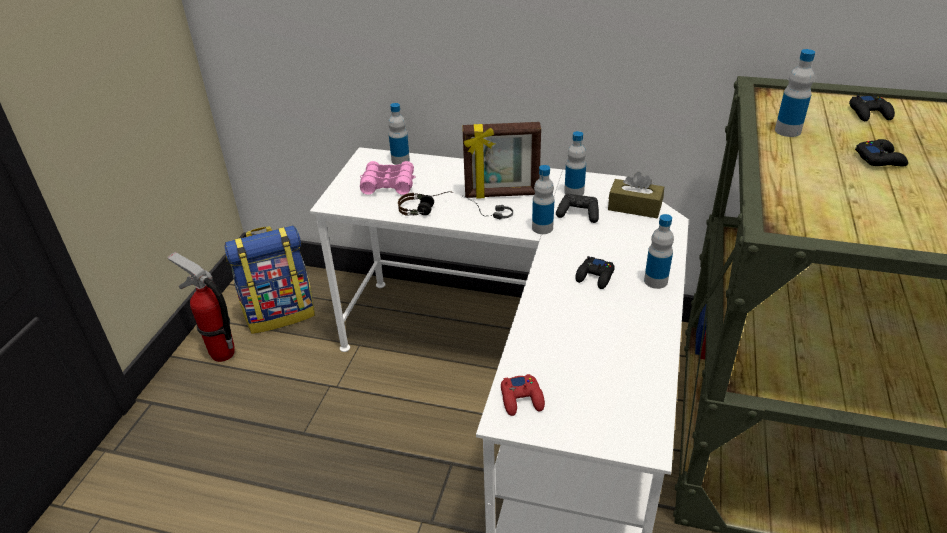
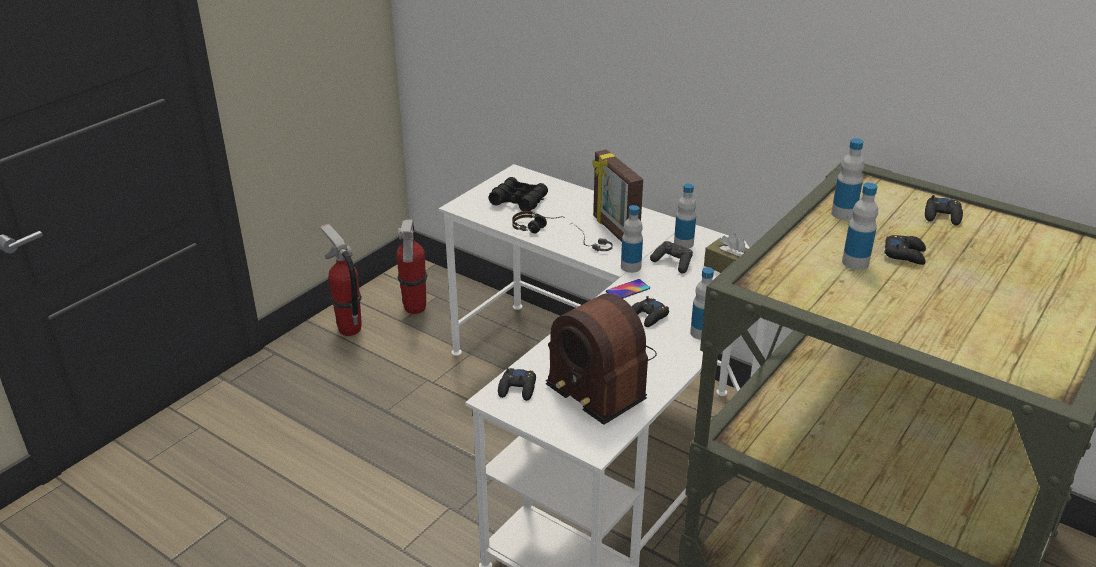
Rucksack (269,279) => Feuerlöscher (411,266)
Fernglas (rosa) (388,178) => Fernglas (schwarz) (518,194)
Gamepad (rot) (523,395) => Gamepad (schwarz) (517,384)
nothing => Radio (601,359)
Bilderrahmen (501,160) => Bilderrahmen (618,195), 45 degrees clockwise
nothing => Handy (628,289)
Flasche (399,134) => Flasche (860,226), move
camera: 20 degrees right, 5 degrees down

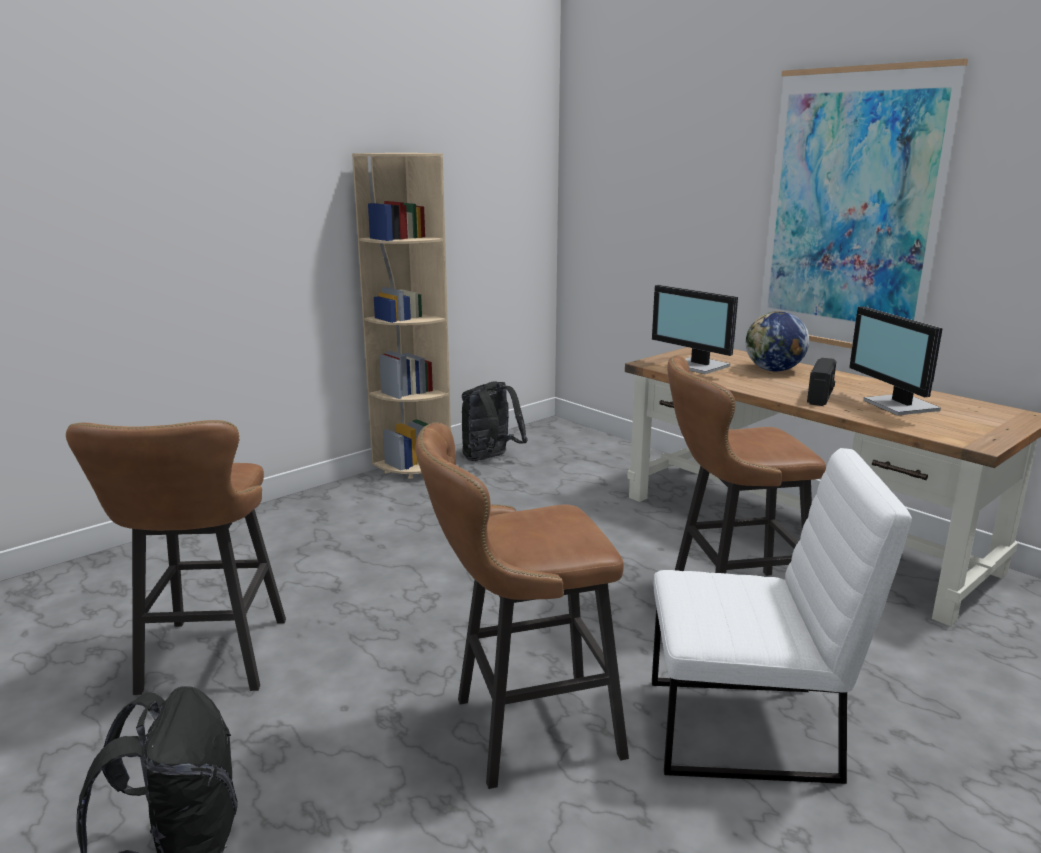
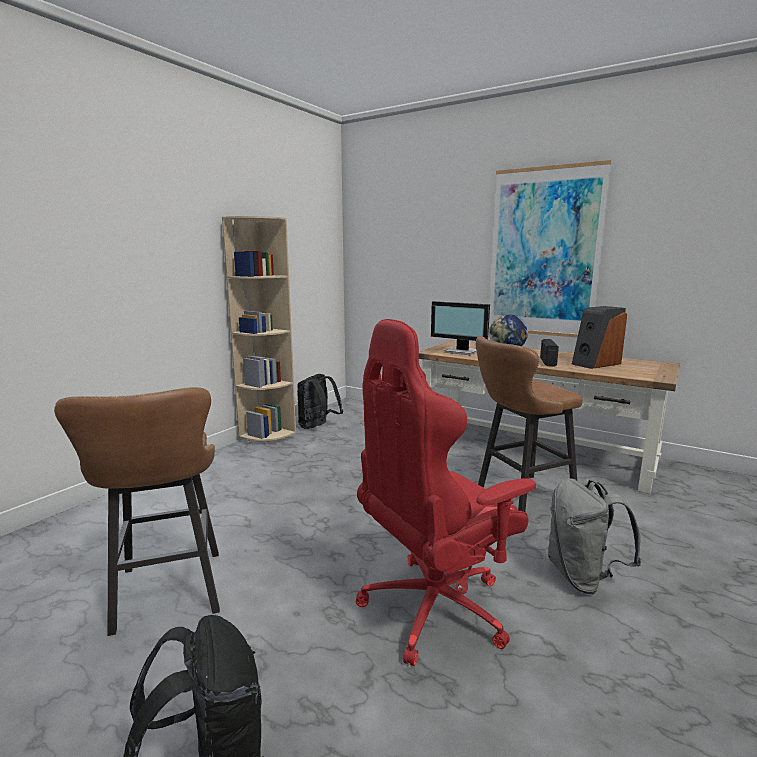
Hocker (braun) (522,605) => Bürostuhl (rot) (446,492)
Stuhl (weiß) (782,616) => Rucksack (grau) (594,536)
Monitor (896,361) => Lautsprecher (599,337)
camera: 15 degrees left, 5 degrees down

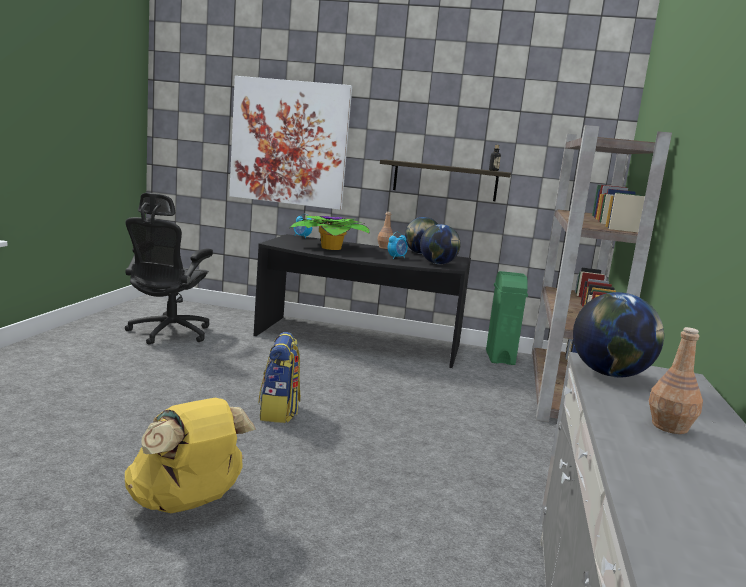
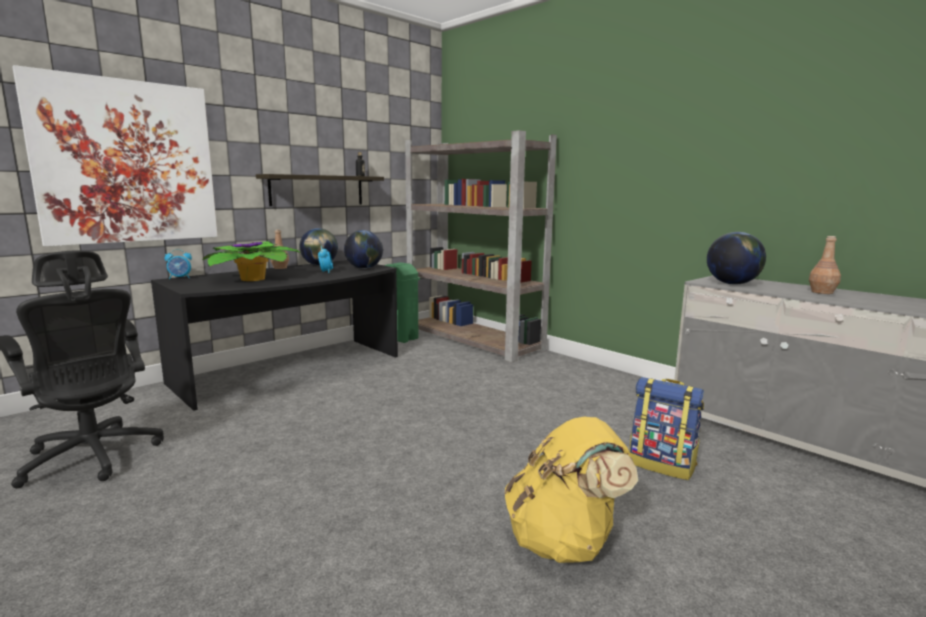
Rucksack (280,377) => Rucksack (666,428), move
camera: 55 degrees left, 0 degrees up

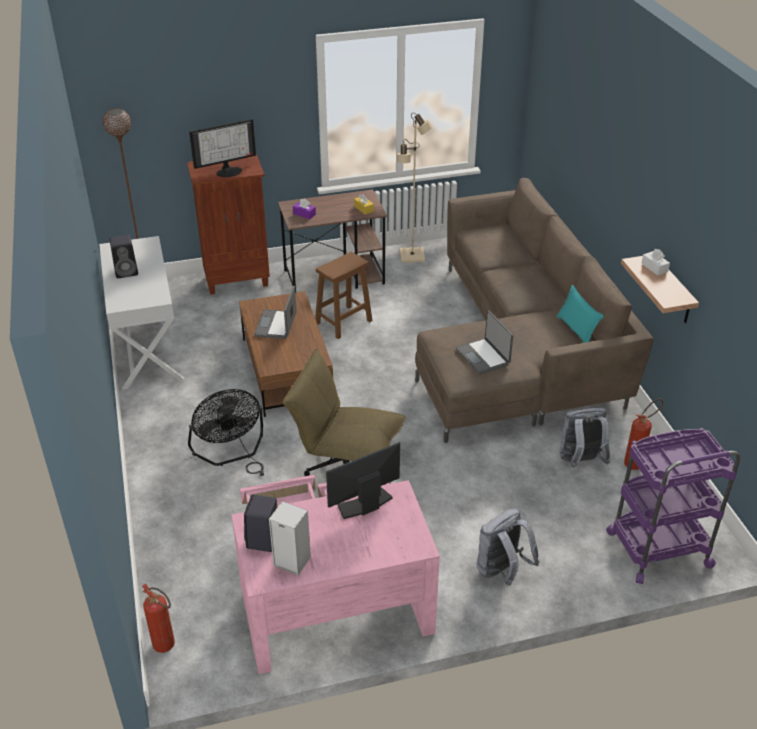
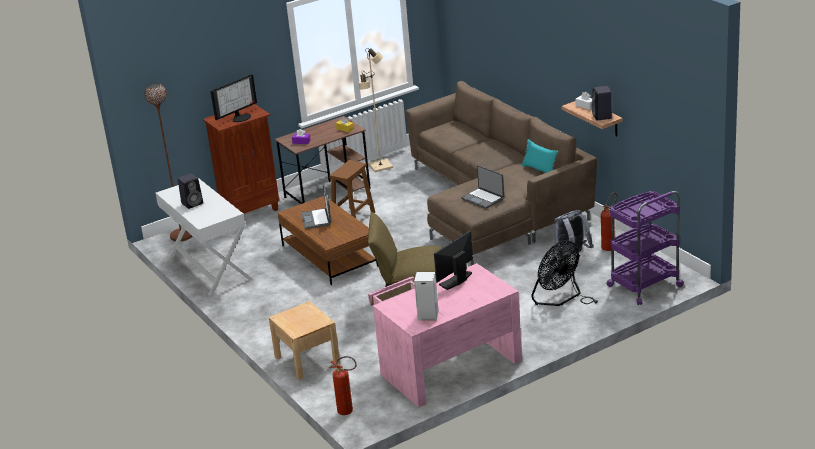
nothing => Nachttisch (beige) (304,340)
Ventilator (schwarz) (226,432) => Ventilator (schwarz) (564,273), move
Lautsprecher (schwarz) (260,523) => Lautsprecher (schwarz) (602,103), move
Rucksack (grau) (508,547) => nothing
camera: 15 degrees left, 10 degrees down

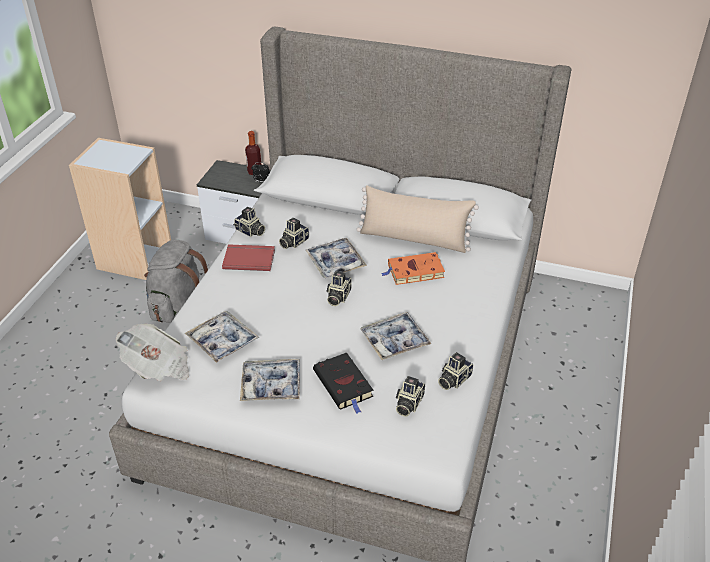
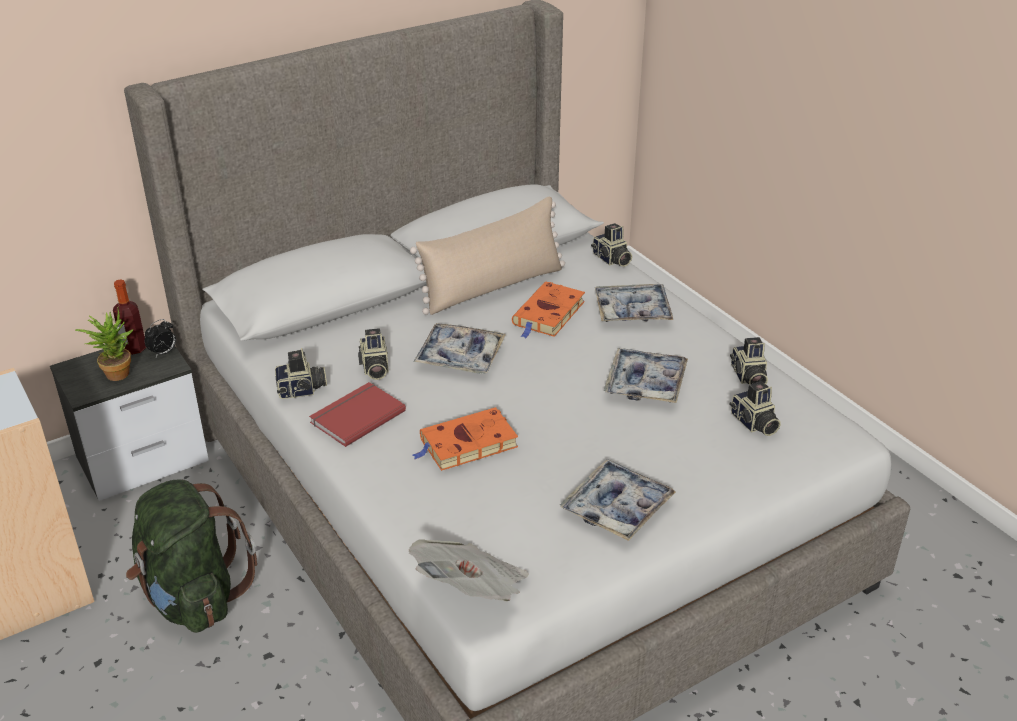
nothing => Topfpflanze (104,344)
Rucksack (grau) (176,281) => Rucksack (grün) (191,556)
nothing => Buch (orange) (465,439)
Kamera (339,288) => Kamera (611,245), move
Tablett (222,337) => Tablett (634,303), move
Buch (schwarz) (343,383) => nothing
camera: 50 degrees left, 5 degrees down

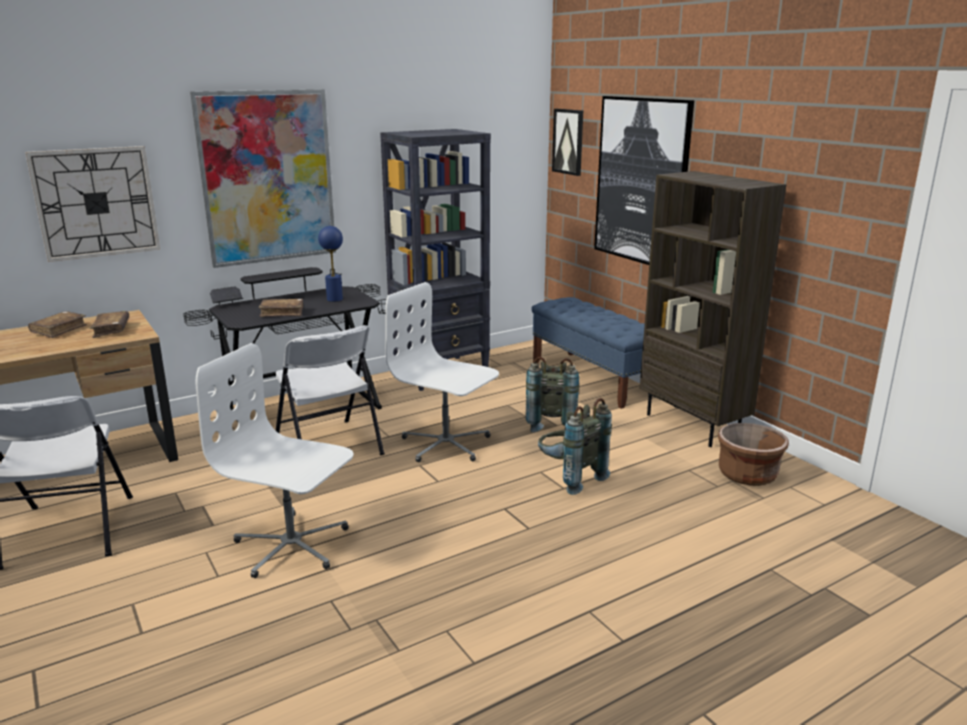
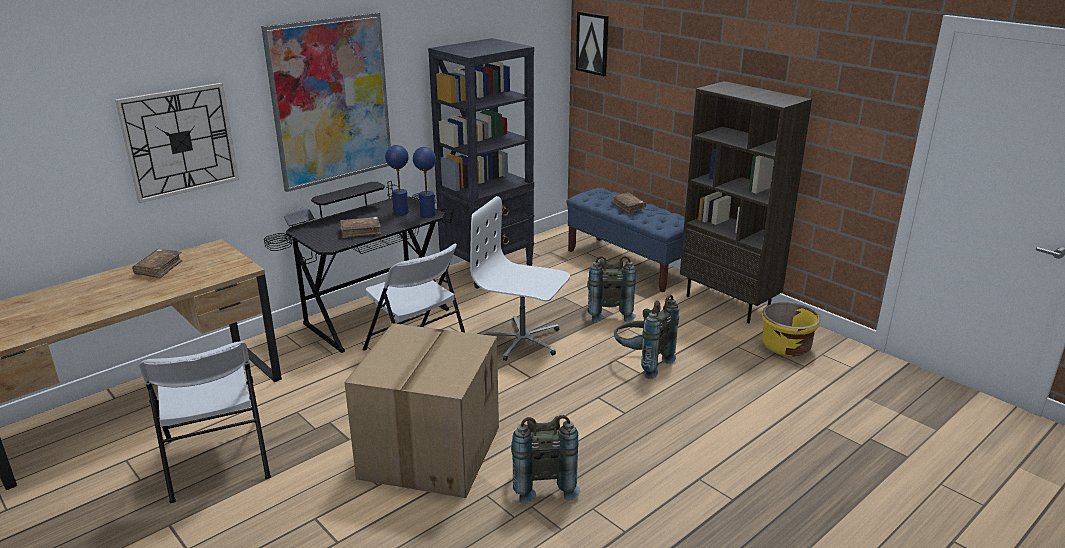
Bürostuhl (weiß) (274,460) => Karton (421,410)
nothing => Tischlampe (blau) (424,182)
nothing => Rucksack (grau) (545,459)
Buch (braun) (109,324) => Buch (braun) (629,203), move
Pflanzkübel (braun) (753,454) => Pflanzkübel (gelb) (791,329)
Bild (644,180) => nothing
camera: 10 degrees left, 5 degrees up

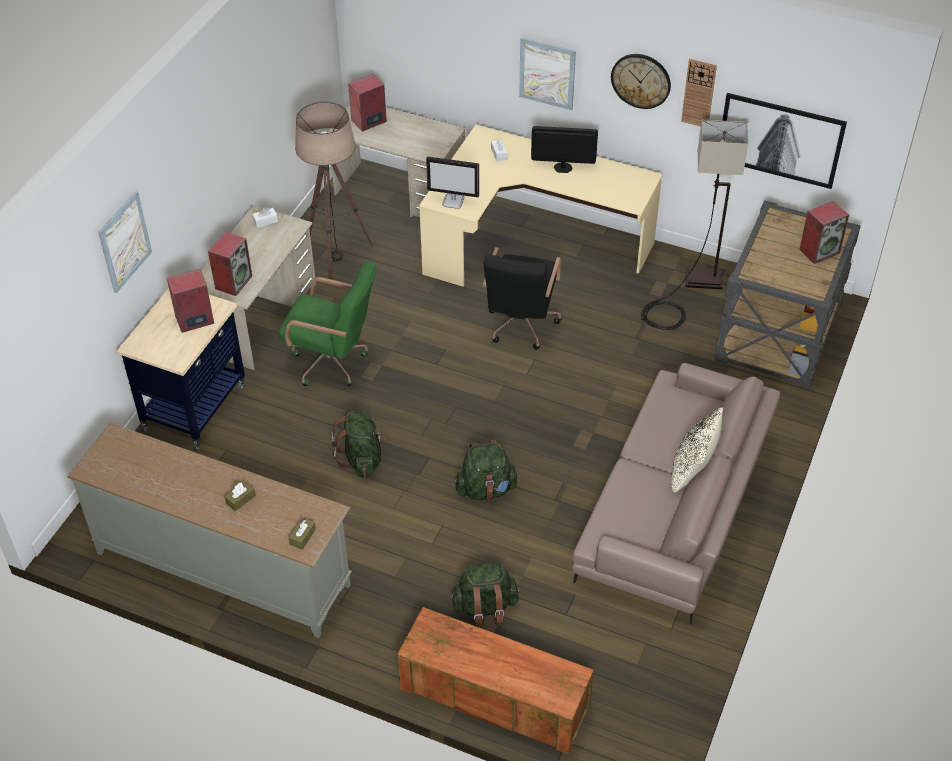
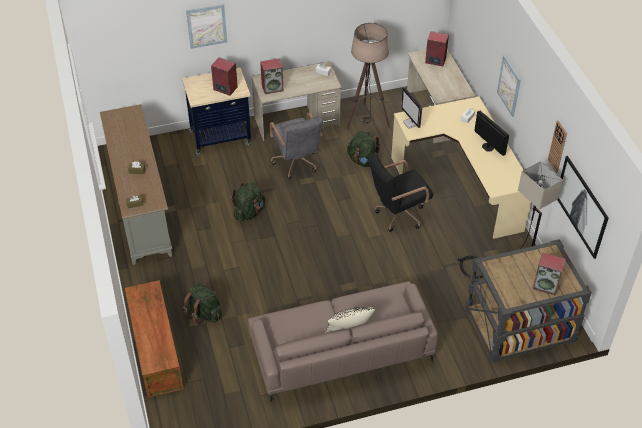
Bürostuhl (grün) (327,323) => Bürostuhl (grau) (296,145)
Rucksack (grün) (487,469) => Rucksack (grün) (363,149), move
Wanduhr (641,81) => nothing
camera: 50 degrees right, 0 degrees up

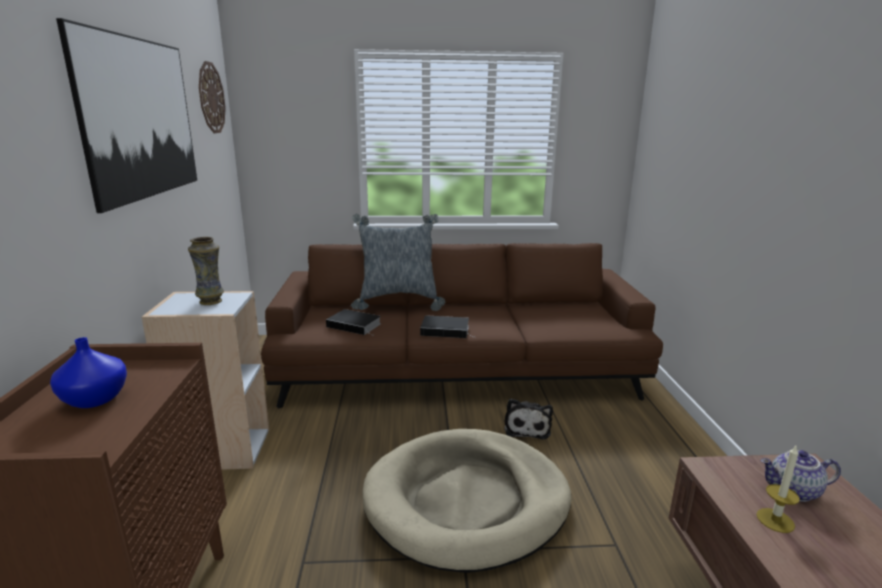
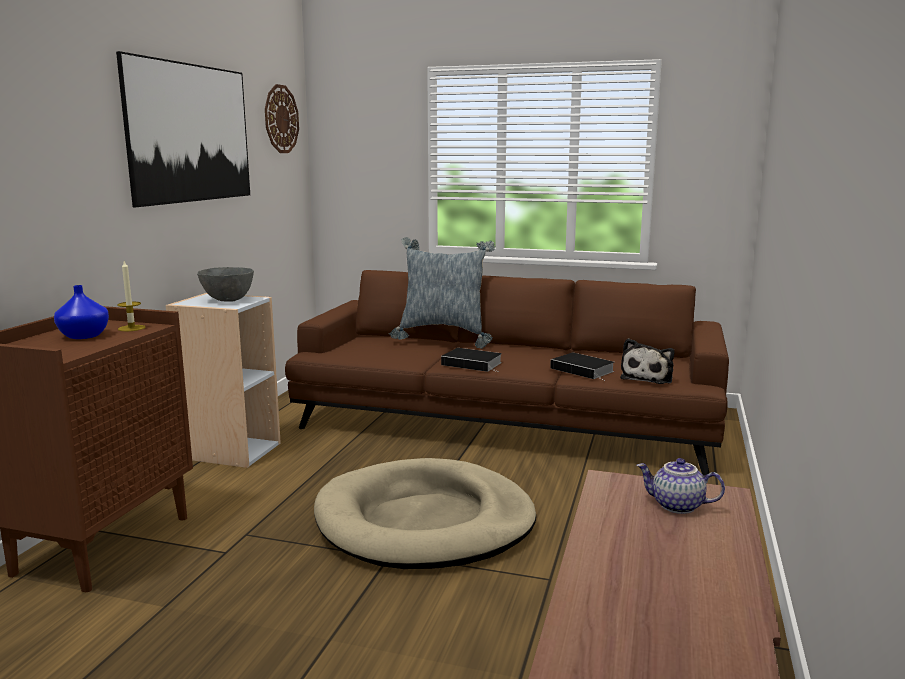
Kerze (778,488) => Kerze (131,296), move
Vase (206,271) => Schüssel (grau) (225,284)
Buch (353,322) => Buch (582,366), move
Plüschtier (528,419) => Plüschtier (647,361), move
camera: 20 degrees right, 5 degrees down

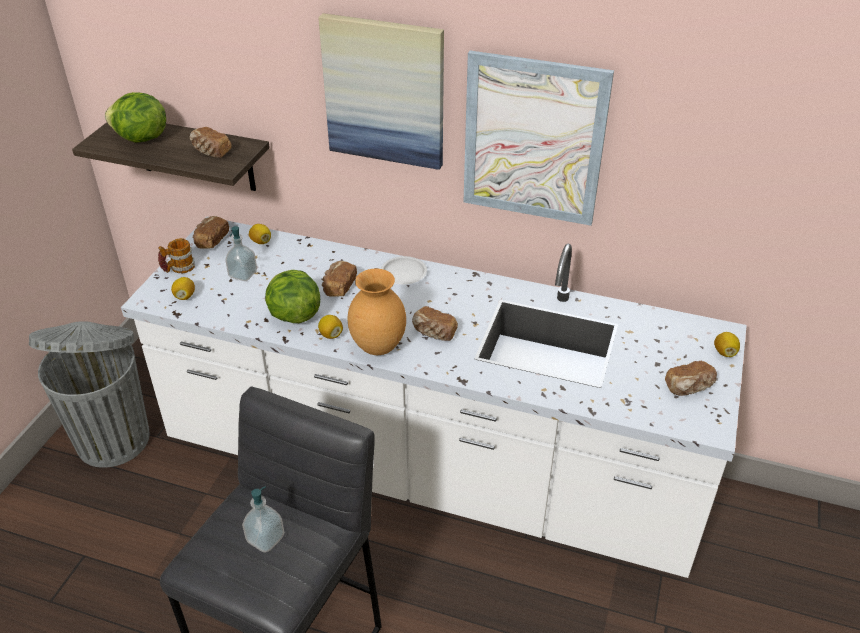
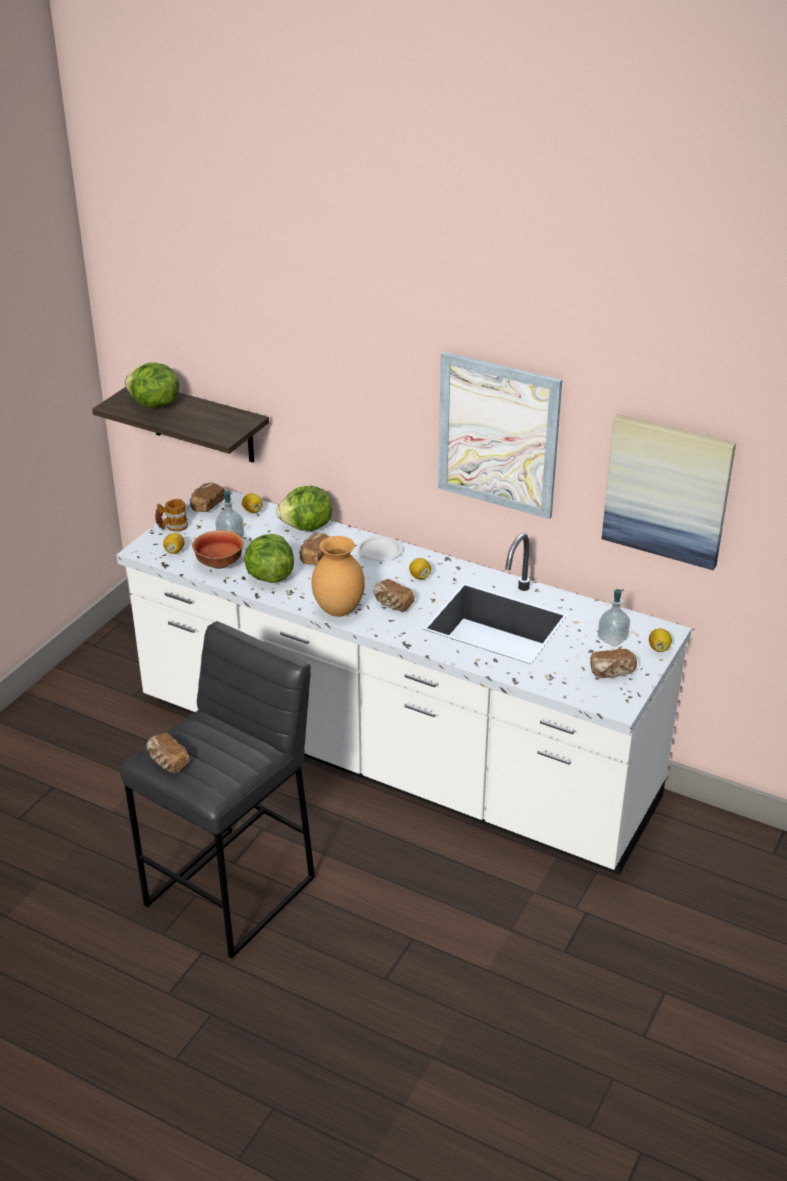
Brot (211,142) => Brot (168,753), move
nothing => Schüssel (218,549)
nothing => Salatkopf (304,508)
Zitrone (330,327) => Zitrone (420,568), move
Seifenspender (263,519) => Seifenspender (614,618), move
Bild (381,91) => Bild (669,492), move
Mülleimer (grau) (89,394) => nothing
camera: 10 degrees right, 5 degrees down

